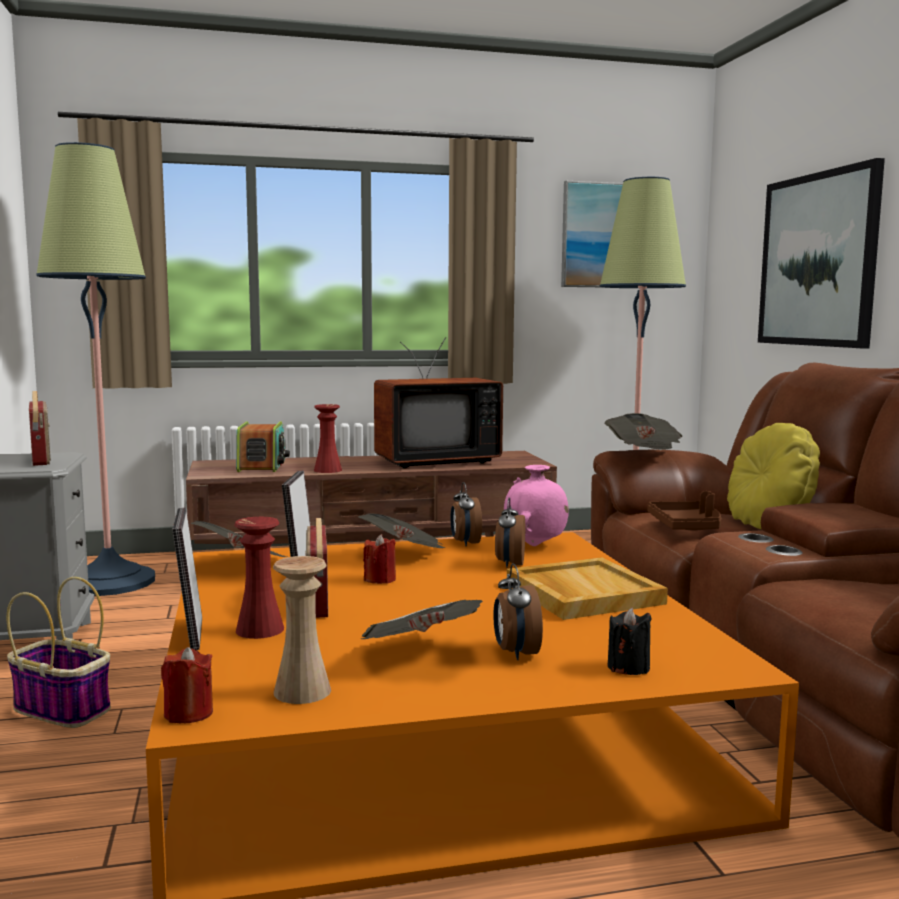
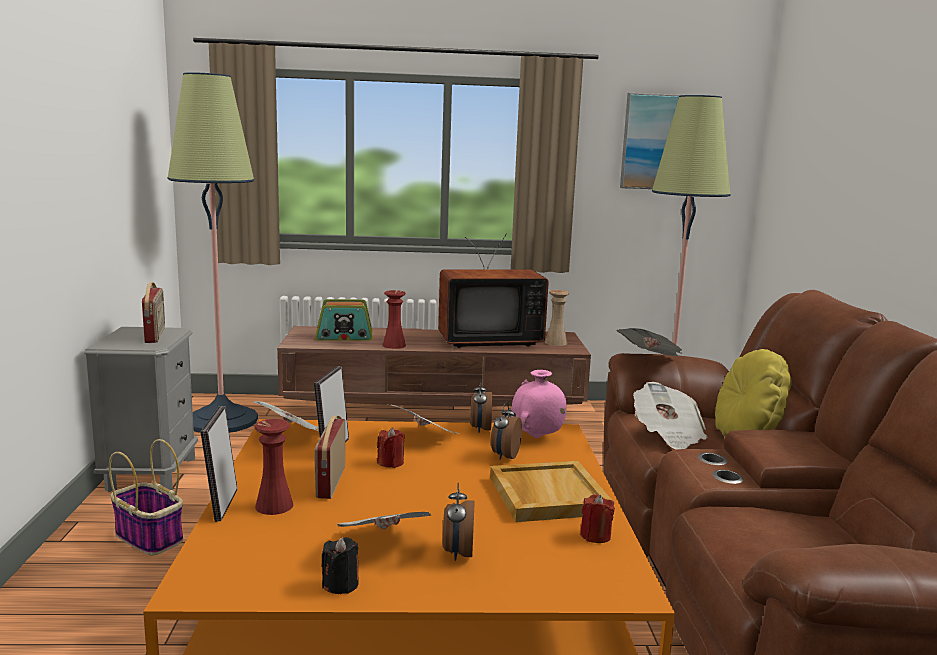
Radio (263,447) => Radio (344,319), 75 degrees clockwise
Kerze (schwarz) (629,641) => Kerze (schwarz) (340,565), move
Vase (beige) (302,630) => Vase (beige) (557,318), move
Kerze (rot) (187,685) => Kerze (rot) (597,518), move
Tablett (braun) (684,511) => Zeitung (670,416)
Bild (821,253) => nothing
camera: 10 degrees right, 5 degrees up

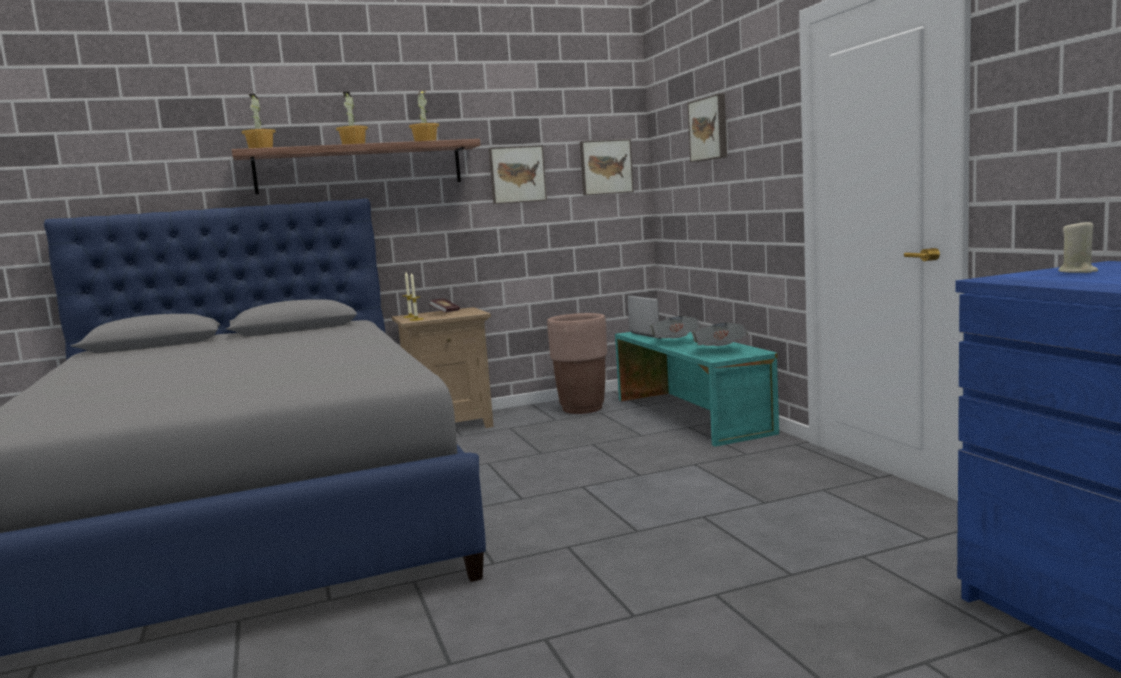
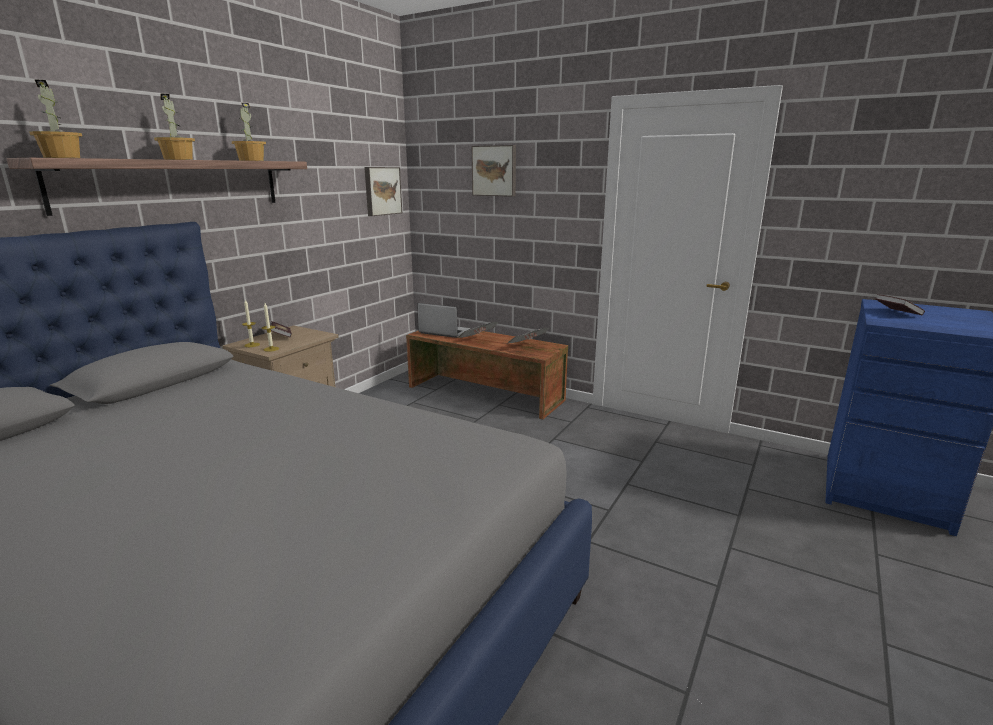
Bank (türkis) (697,389) => Bank (braun) (487,374)
Kerze (beige) (1078,246) => Buch (900,304)
Bild (518,174) => nothing
Pflanzkübel (braun) (577,363) => nothing
camera: 40 degrees left, 10 degrees up

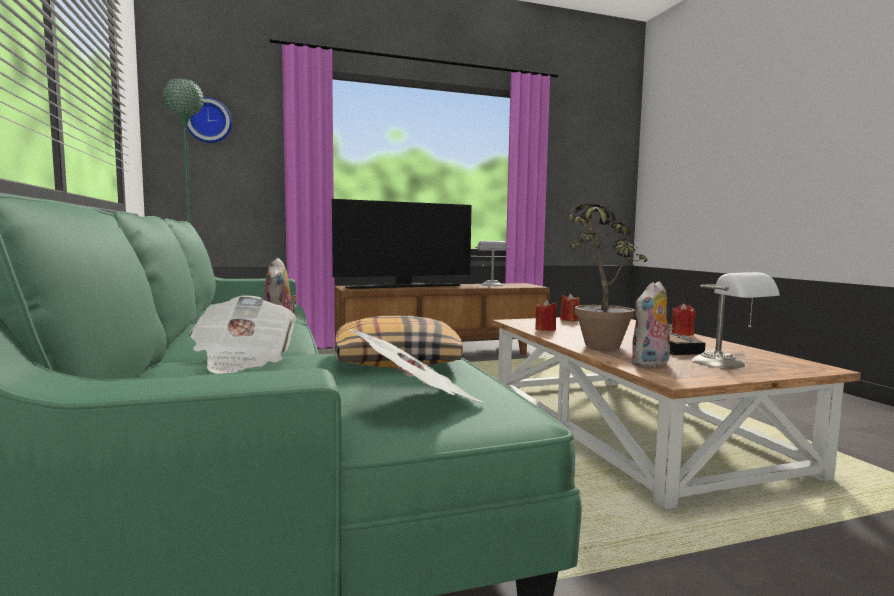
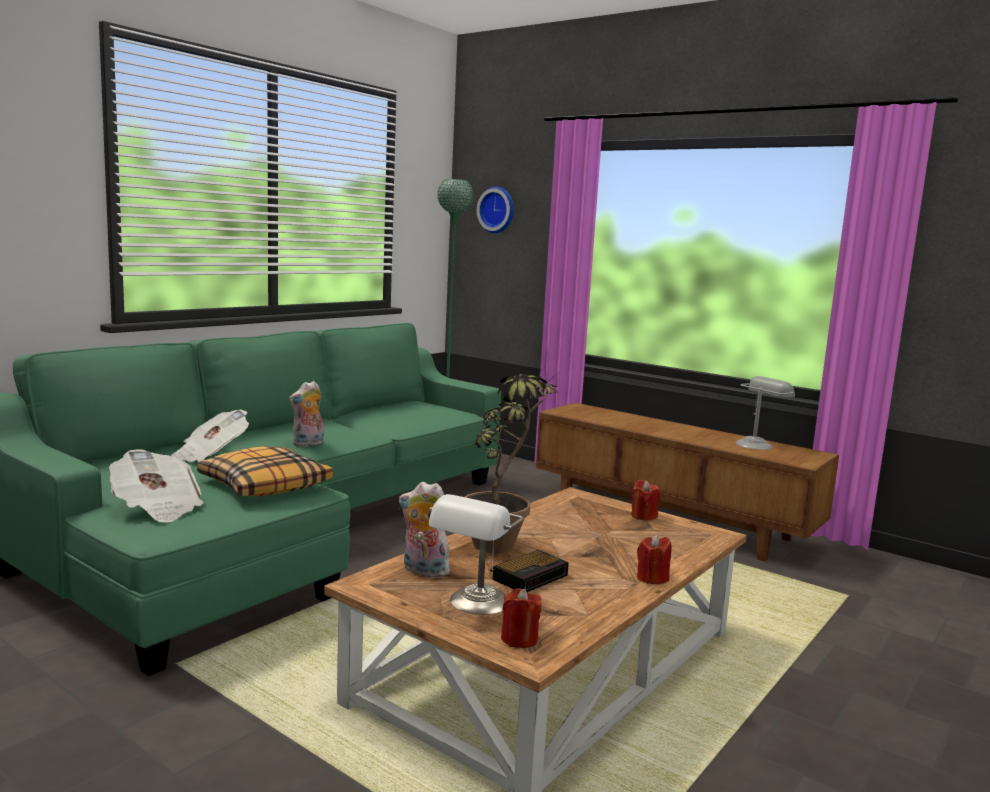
Kerze (rot) (546,315) => Kerze (rot) (521,618), move
Fernseher (402,244) => nothing
camera: 55 degrees right, 5 degrees up

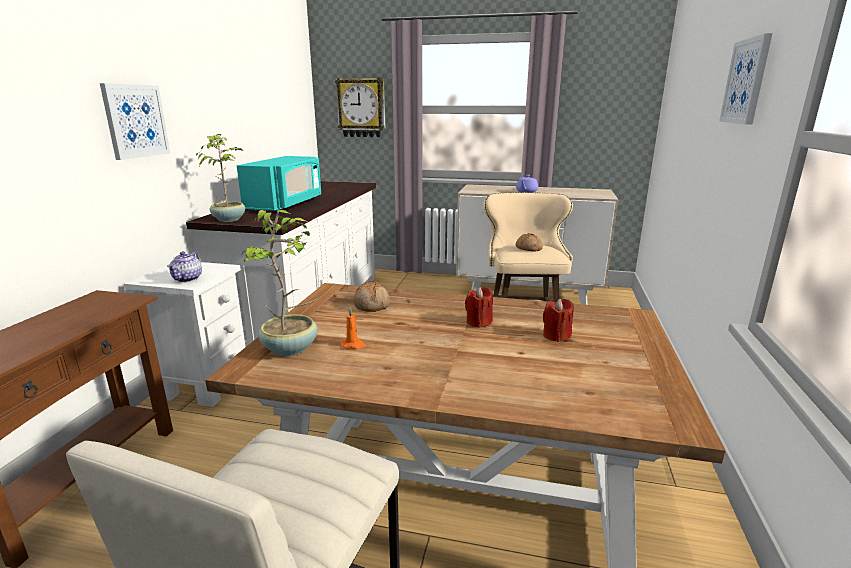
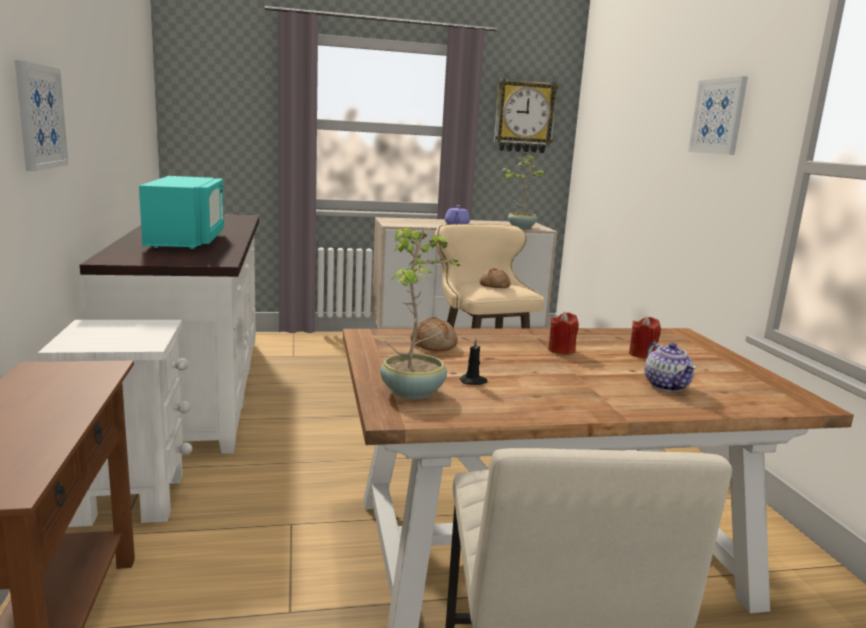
Kerze (orange) (353,328) => Kerze (schwarz) (474,361)
Wanduhr (360,107) => Wanduhr (526,116), move
Topfpflanze (220,178) => Topfpflanze (523,191), move
Teekanne (184,266) => Teekanne (670,367), move
camera: 25 degrees left, 5 degrees down

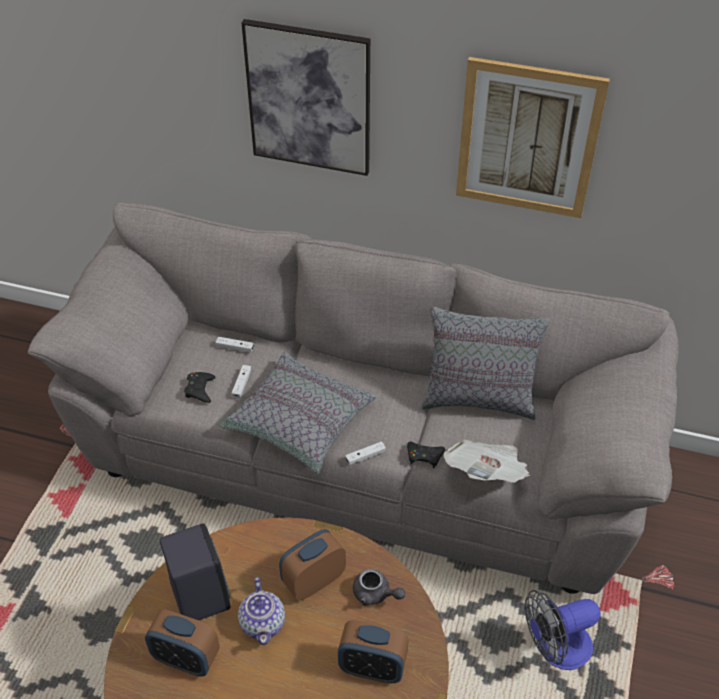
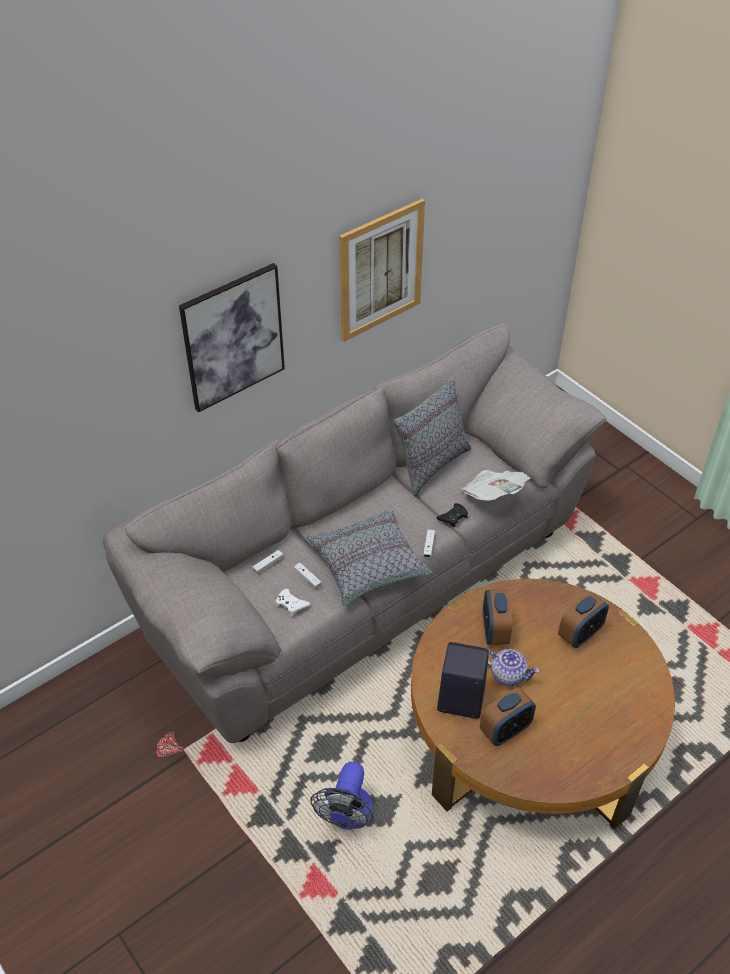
Gamepad (schwarz) (200,387) => Gamepad (weiß) (293,602)
Ventilator (562,630) => Ventilator (341,795), move
Teekanne (grau) (379,587) => nothing
camera: 55 degrees left, 0 degrees up

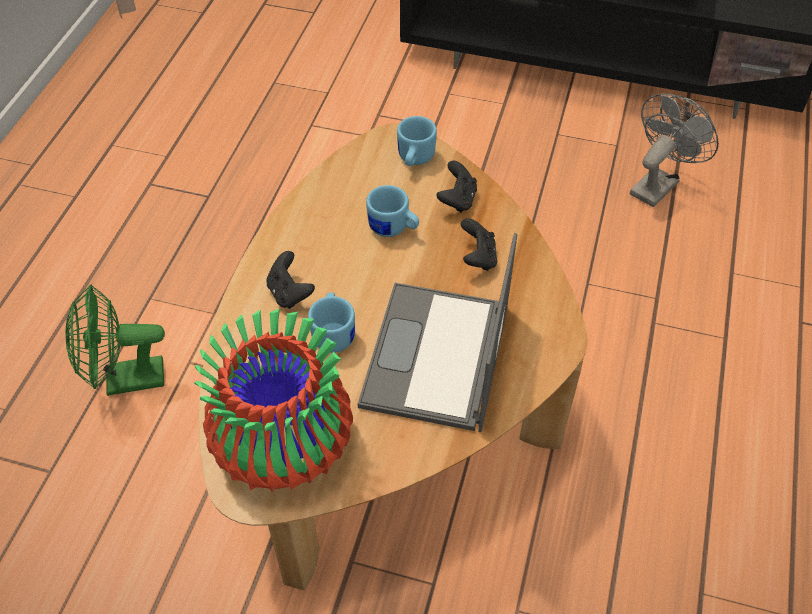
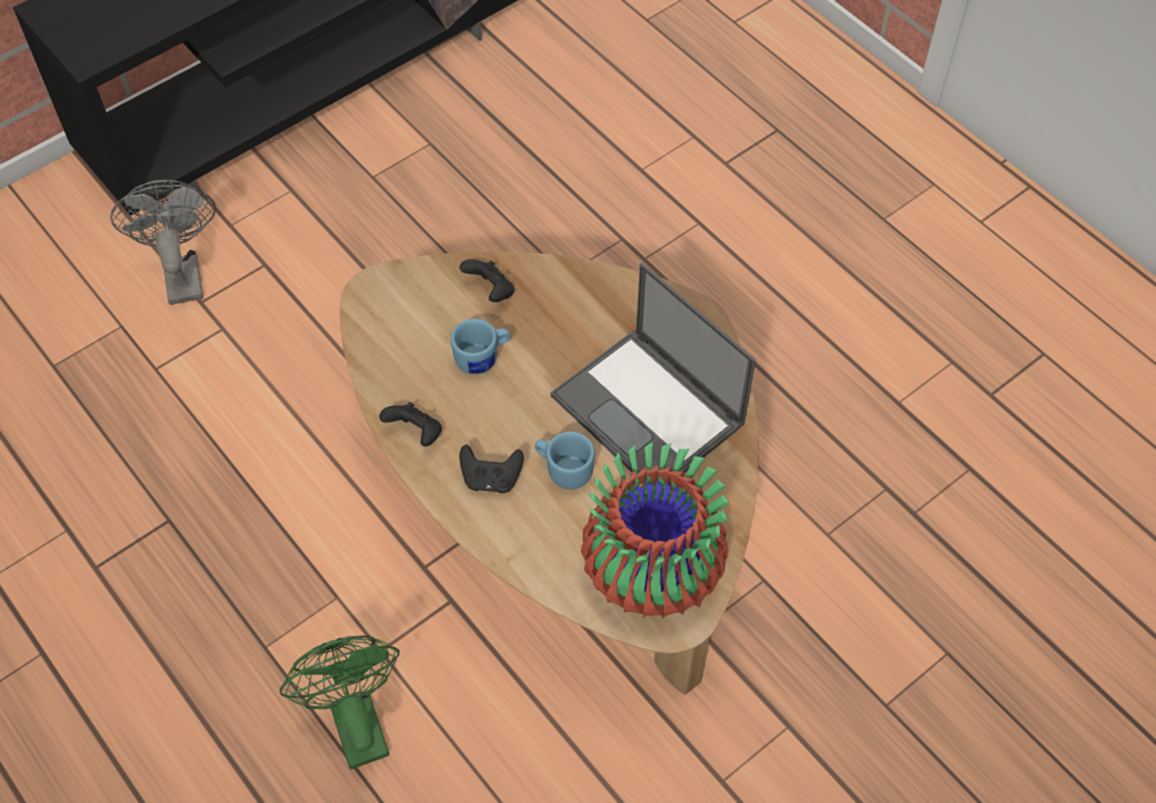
Ventilator (grau) (674,150) => Ventilator (grau) (163,242), move
Ventilator (grün) (115,340) => Ventilator (grün) (340,702), 135 degrees clockwise
Gamepad (schwarz) (479,244) => Gamepad (schwarz) (410,424), move
Henkelbecher (blau) (417,141) => nothing
camera: 55 degrees left, 5 degrees up

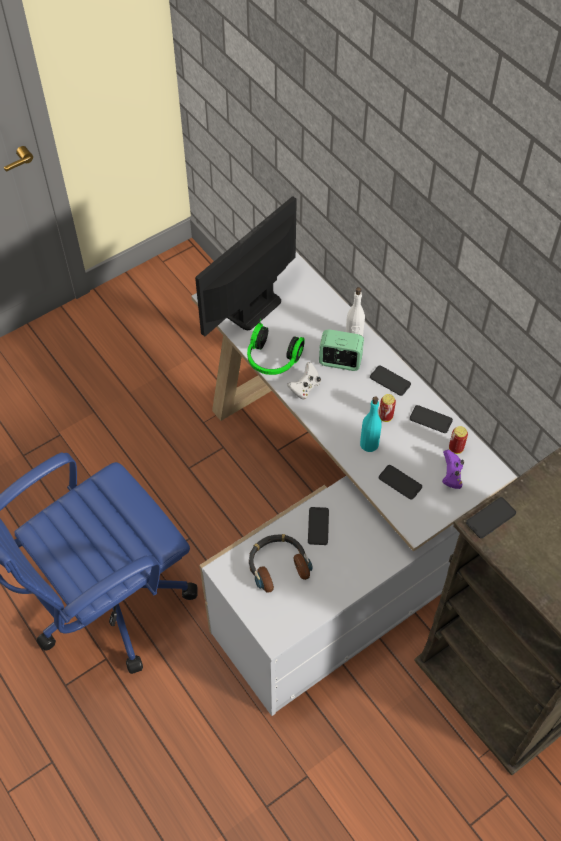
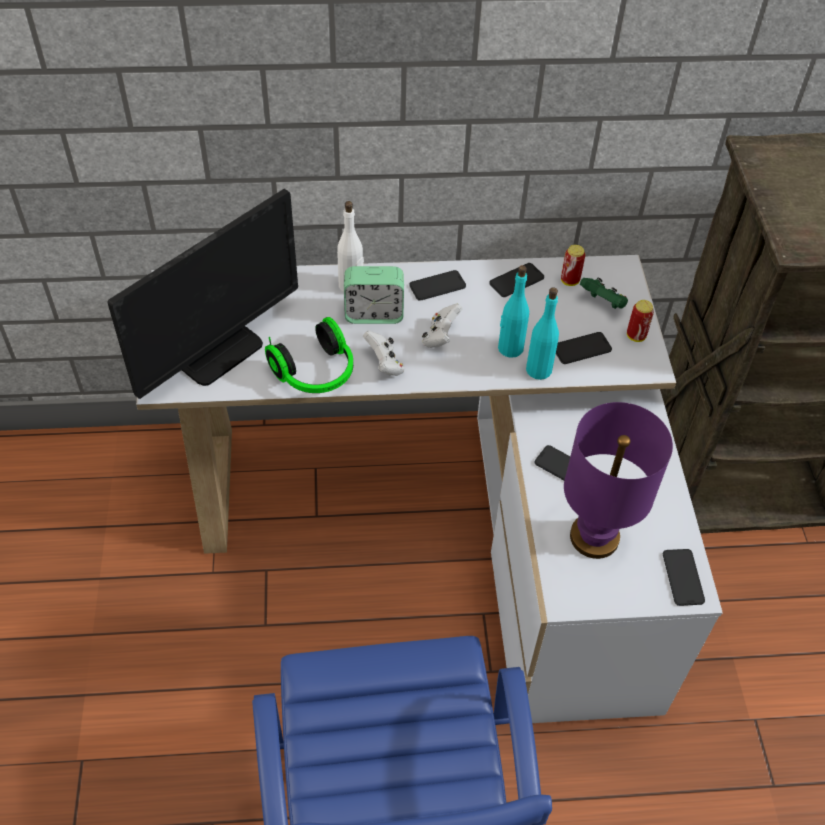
Monitor (246,266) => Monitor (202,294), 120 degrees counterclockwise
Wecker (341,350) => Wecker (374,295), 135 degrees counterclockwise
nothing => Gamepad (weiß) (442,325)
nothing => Flasche (türkis) (542,333)
Kopfhörer (281,563) => Tischlampe (lila) (618,480)
Gamepad (lila) (453,469) => Gamepad (grün) (604,293)
Dose (387,408) => Dose (640,321), move
Handy (491,517) => Handy (684,577), move
camera: 60 degrees left, 5 degrees down

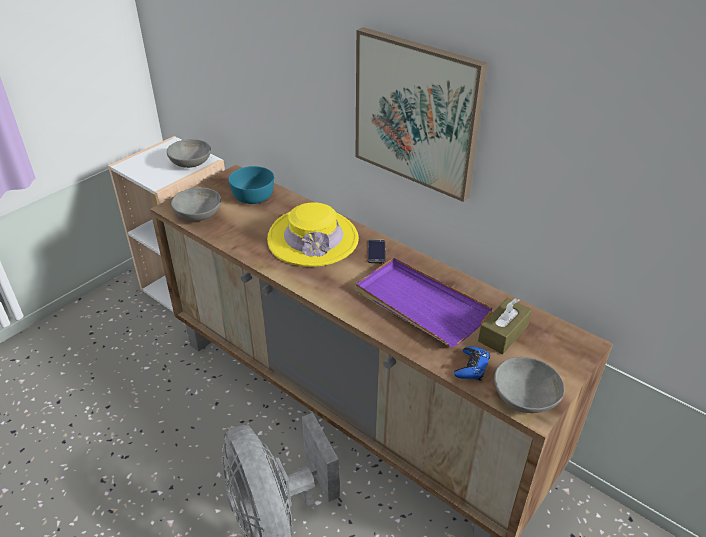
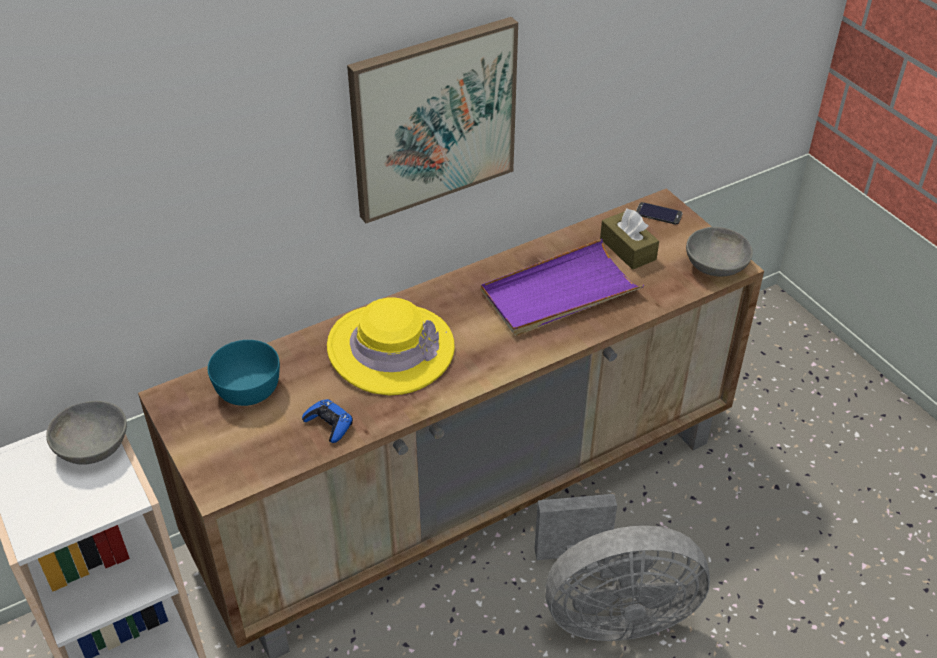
Gamepad (blau) (472,364) => Gamepad (blau) (327,421), move
Handy (376,251) => Handy (659,213), move
Schüssel (grau) (196,204) => nothing
camera: 70 degrees left, 5 degrees up

